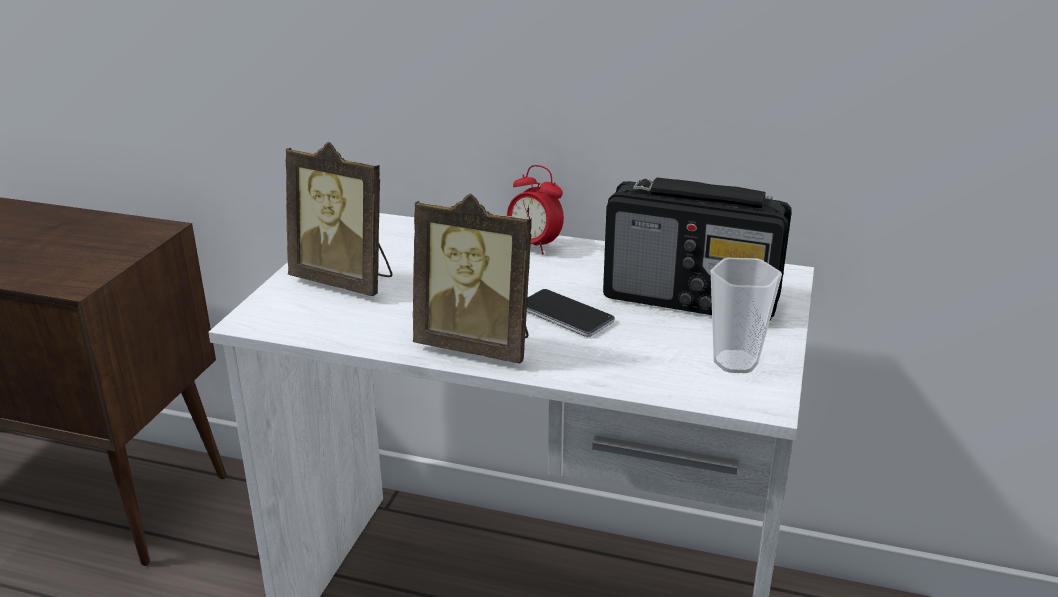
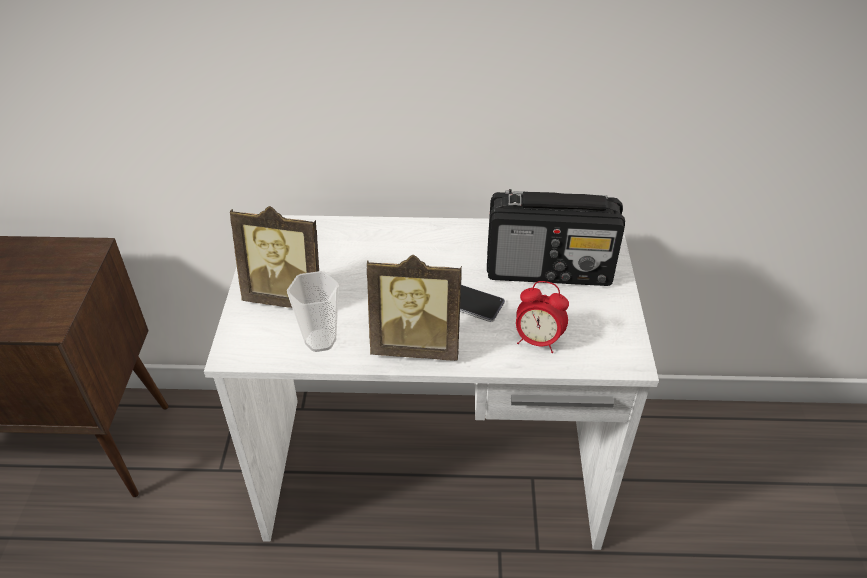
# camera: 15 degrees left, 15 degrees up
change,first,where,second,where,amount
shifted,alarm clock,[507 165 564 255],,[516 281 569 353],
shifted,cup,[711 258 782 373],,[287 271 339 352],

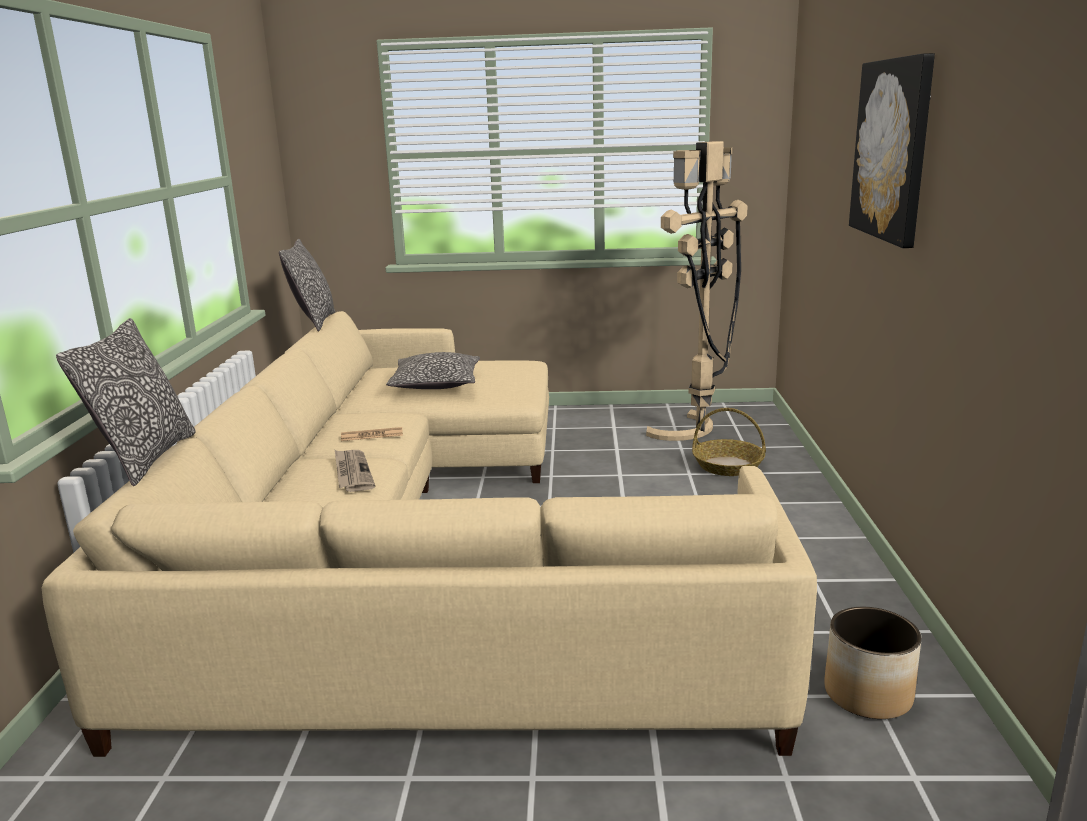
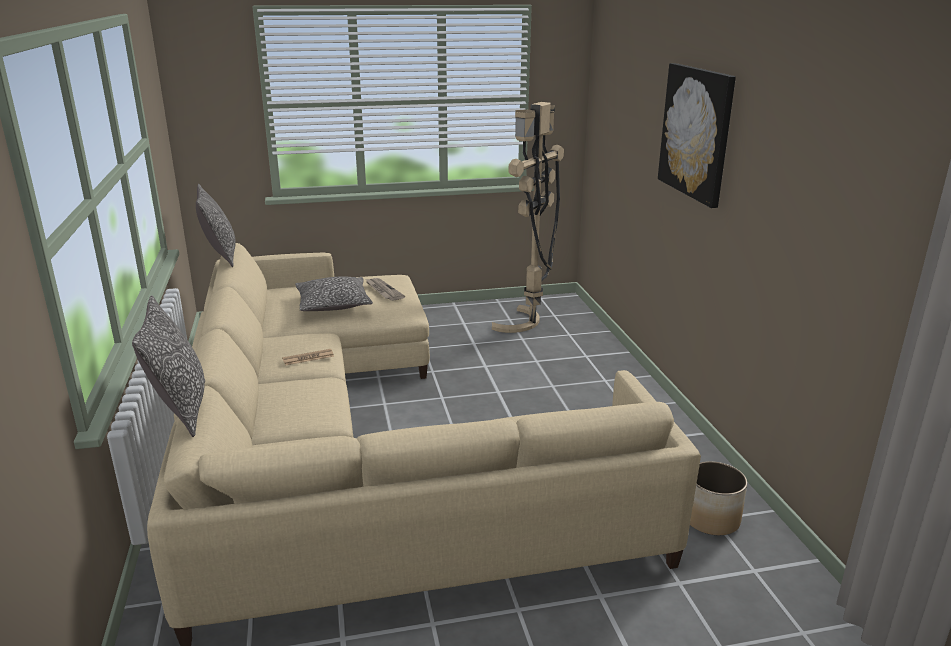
# camera: 15 degrees left, 5 degrees up
change,first,where,second,where,amount
gone,basket,[692 408 766 476],,,
shifted,newspaper,[335 450 375 492],,[365 278 405 301],

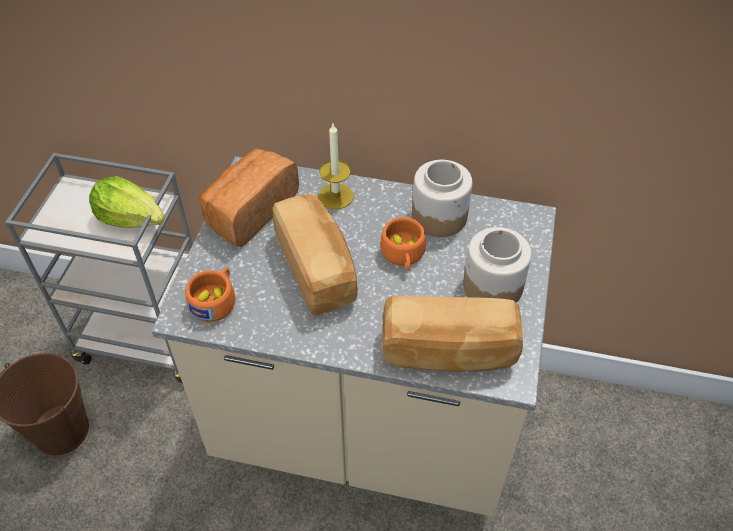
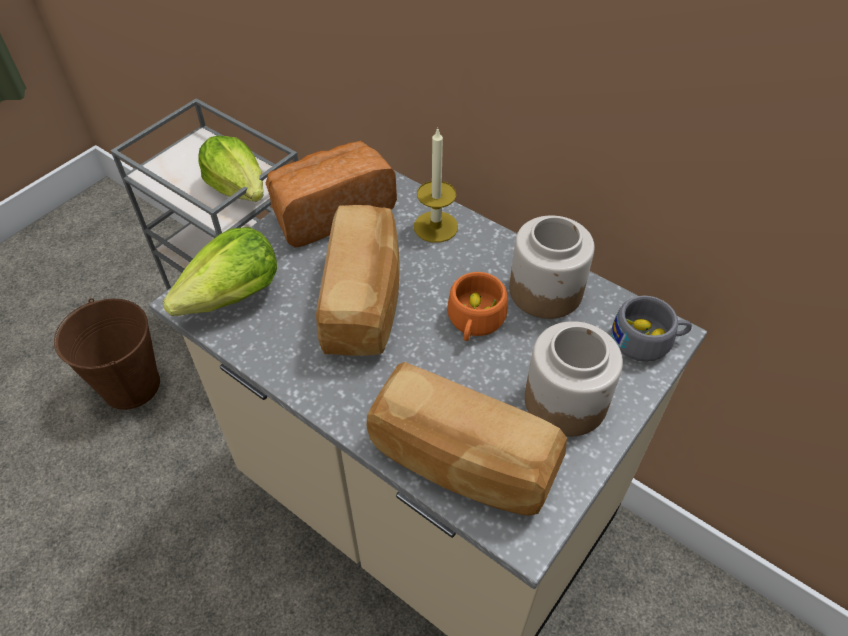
# camera: 25 degrees right, 0 degrees up
change,first,where,second,where,amount
new,,,cup in grey,[612 296 692 362],
swapped,cup in orange,[185 268 236 322],lettuce,[163 227 277 316],

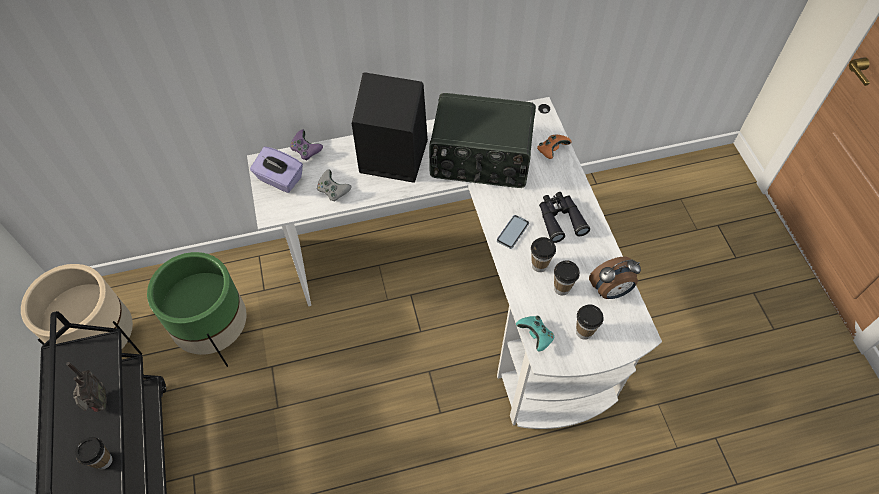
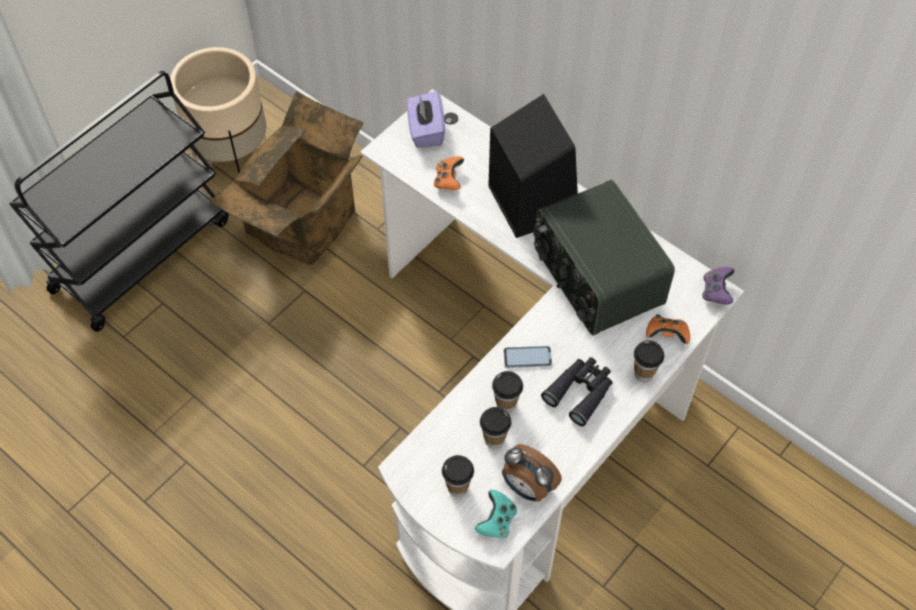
# camera: 55 degrees right, 0 degrees up
change,first,where,second,where,amount
gone,radio,[66 362 107 412],,,
shifted,cup,[75 437 113 470],,[634 340 664 382],
shifted,game controller in purple,[290 129 323 161],,[702 267 735 305],
shifted,game controller in turquoise,[516 316 555 352],,[475 489 517 538],
swapped,planter in green,[147 252 247 367],cardboard box,[209 91 364 265],
repainted,game controller in grey,[317 169 352 202],game controller in orange,[434 156 464 190],

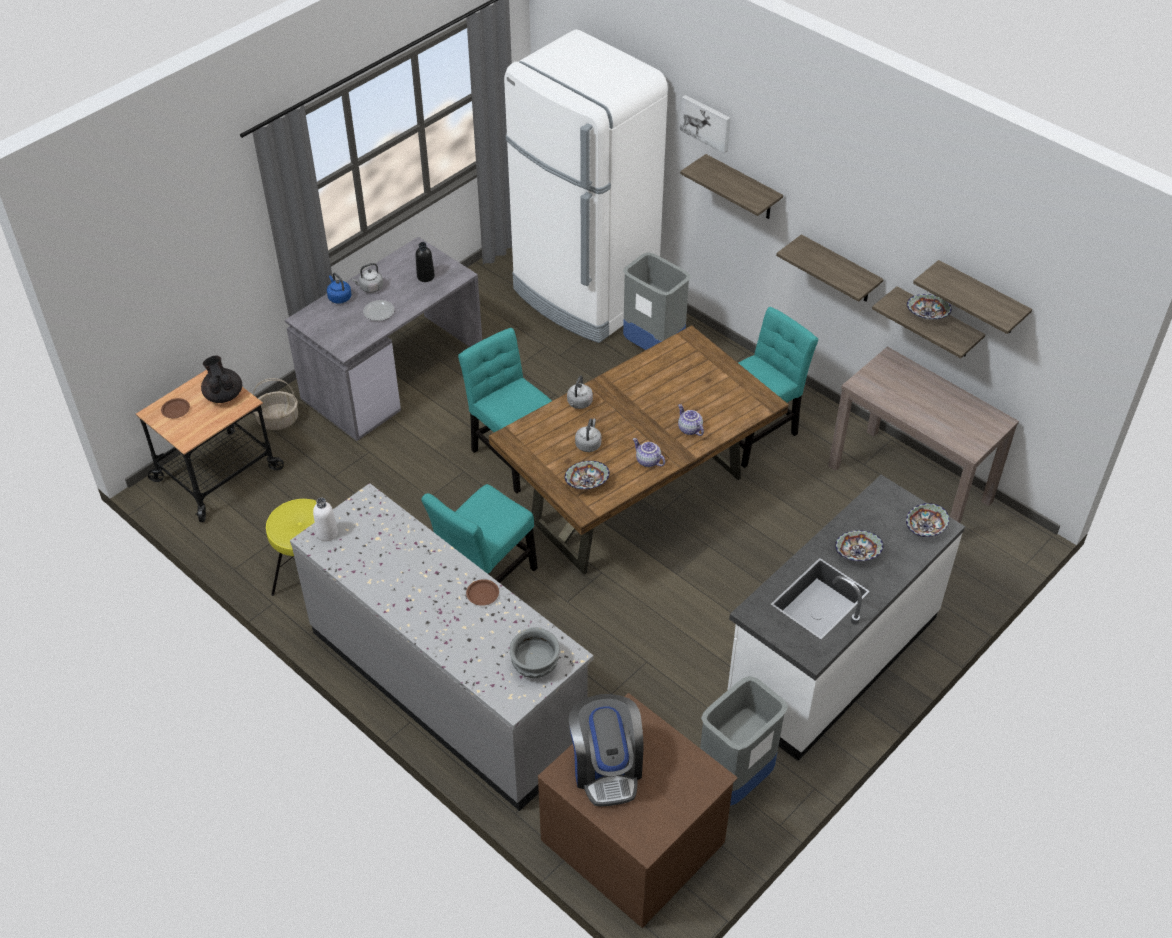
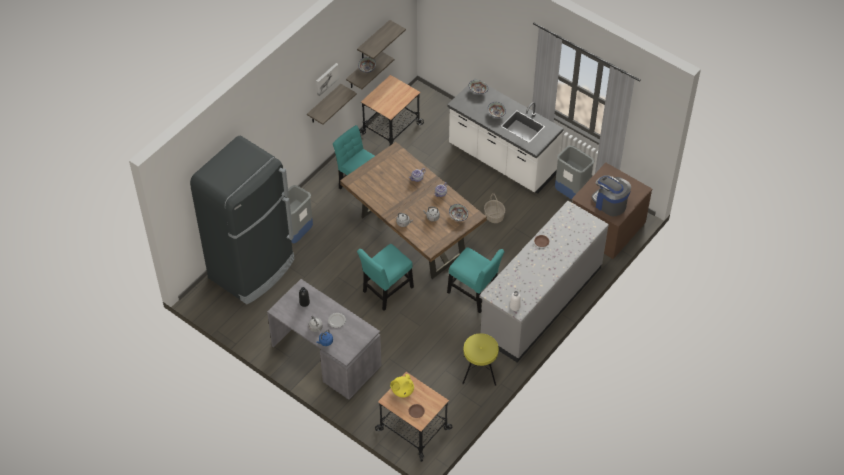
# camera: 95 degrees left, 5 degrees up
change,first,where,second,where,amount
gone,bowl in grey,[509 627 560 678],,,
gone,shelf,[680 154 783 219],,,
shifted,basket,[253 378 298 430],,[484 193 505 223],
shifted,picture,[680 95 731 154],,[316 63 339 96],
swapped,console table in brown,[828 346 1019 523],cart,[359 75 424 145],
repainted,teapot in black,[201 356 242 403],teapot in yellow,[390 374 414 398],
repainted,fridge in white,[504 29 668 343],fridge in black,[190 136 295 304],
rotated,coffee machine,[569 694 644 806],,[591 175 631 217],120 degrees counterclockwise

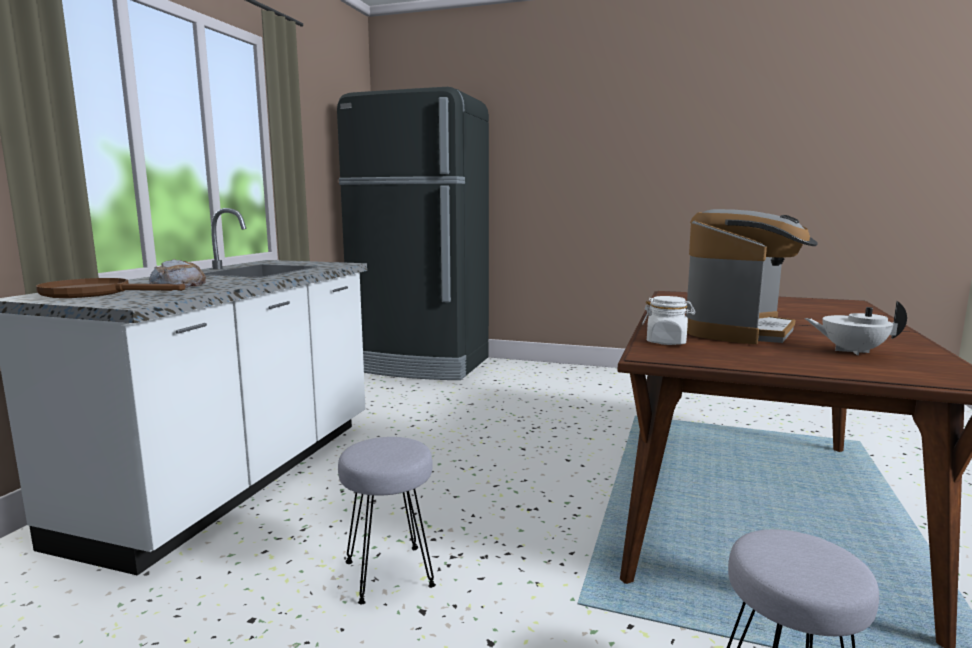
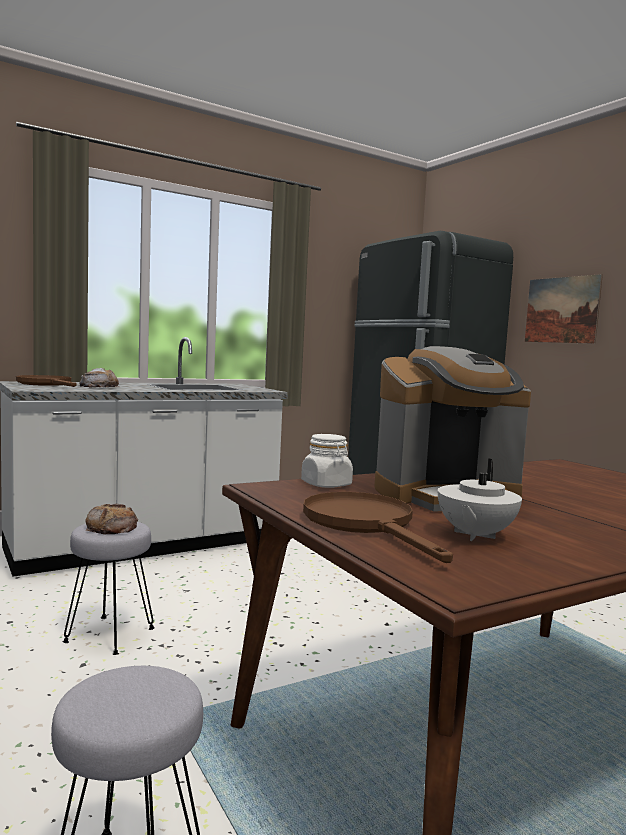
# camera: 40 degrees right, 5 degrees down
change,first,where,second,where,amount
new,,,bread,[85 503 138 534],
new,,,frying pan in brown,[303 492 453 563],
new,,,picture,[525 274 603 344],
rotated,teapot in white,[805 301 907 355],,[438 459 522 541],120 degrees counterclockwise

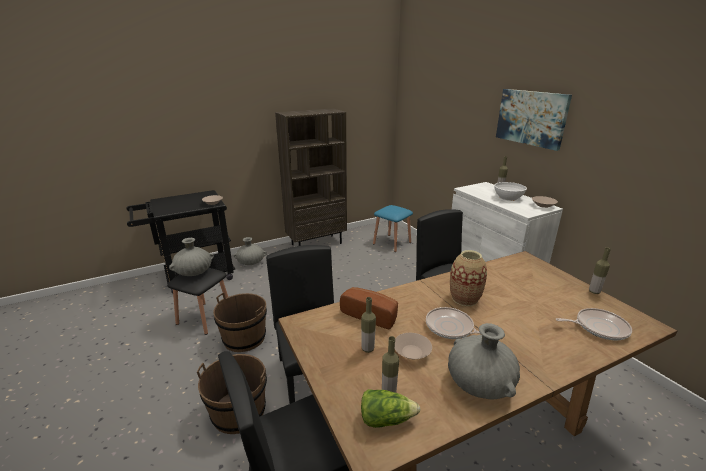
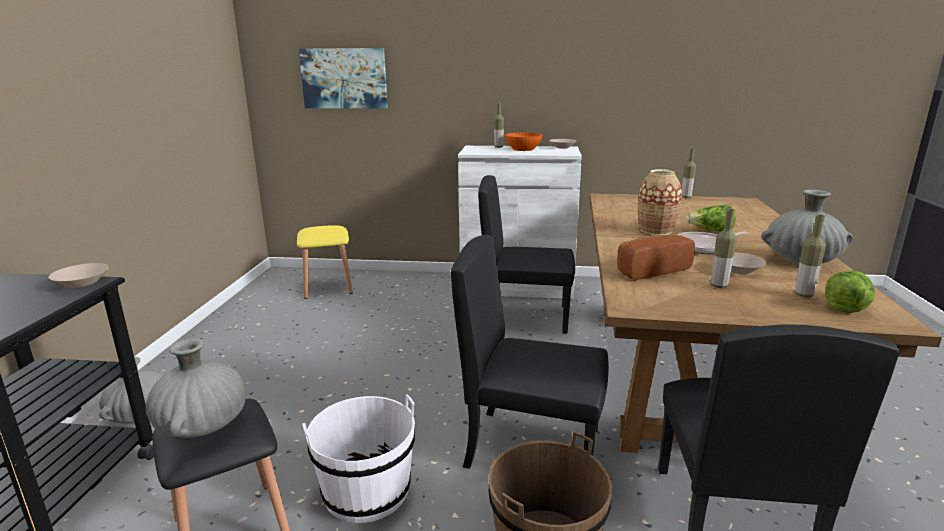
# camera: 55 degrees left, 5 degrees down
change,first,where,second,where,amount
gone,bookcase in brown,[275 109 347 246],,,
gone,frying pan,[556 308 632 340],,,
new,,,lettuce,[686 205 736 231],
shifted,picture,[496 89 572 151],,[299 48 388 108],
repainted,bucket in brown,[213 292 267 352],bucket in white,[303 394 415 523],
repainted,stool in blue,[373 205 413 252],stool in yellow,[297 225 353 299],
repainted,bowl in white,[494 182 527 201],bowl in orange,[505 132 542 151],

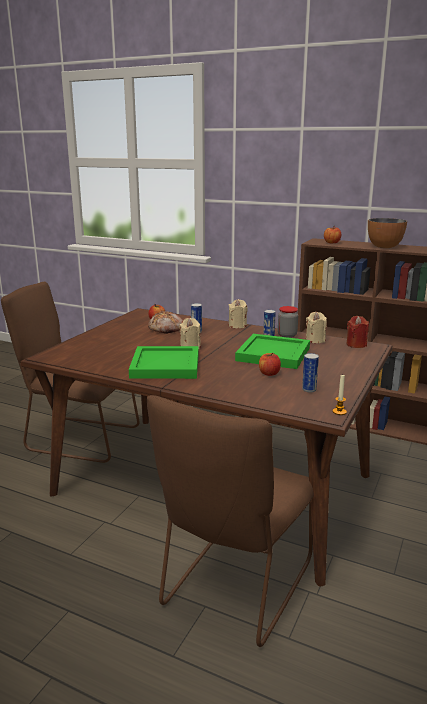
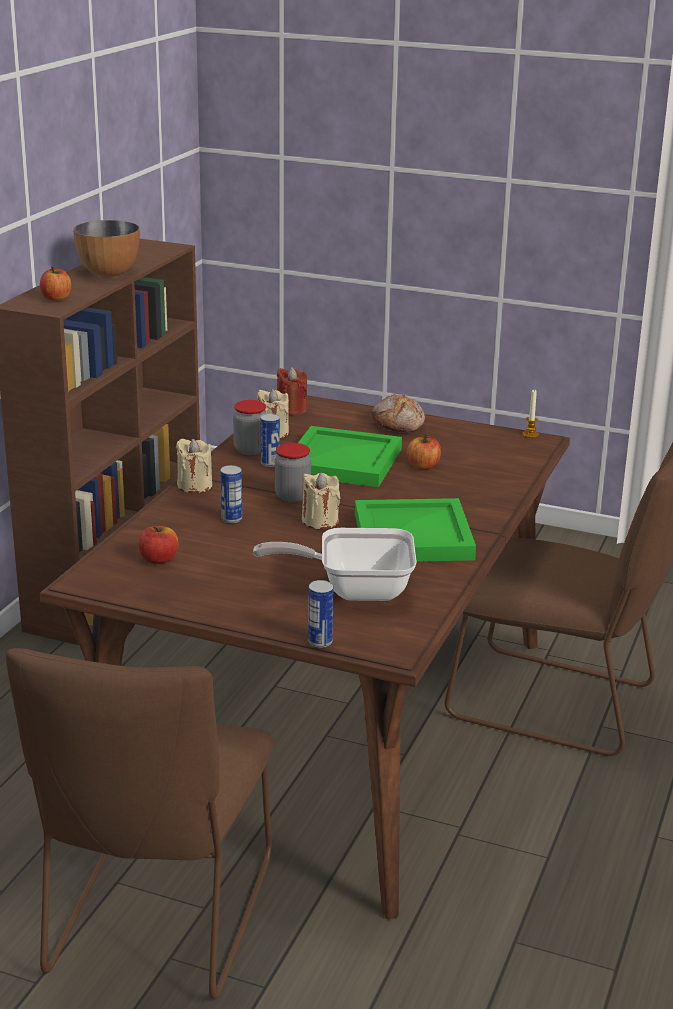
# camera: 95 degrees left, 5 degrees up
change,first,where,second,where,amount
new,,,frying pan,[253 528 417 601],
new,,,jar,[275 443 311 502],
shifted,bread,[148 311 183 334],,[372 395 425 432],
shifted,can,[302 353 319 393],,[308 580 334 648],

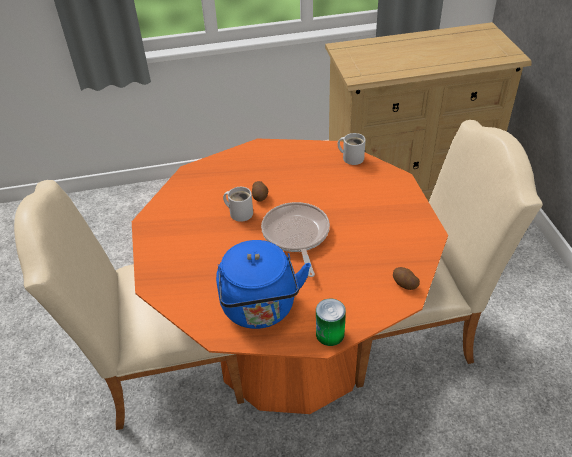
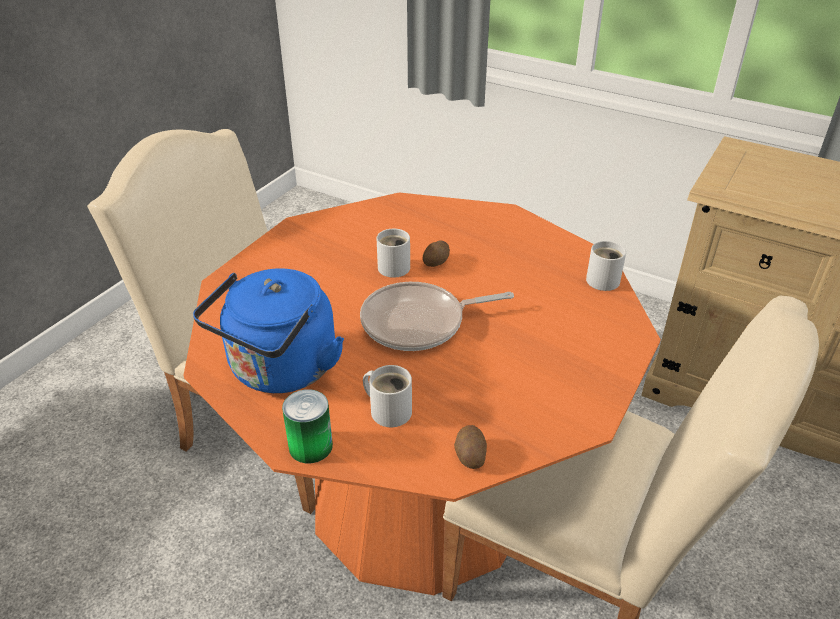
# camera: 40 degrees right, 5 degrees down
change,first,where,second,where,amount
new,,,mug in white,[363 365 412 427],
rotated,frying pan,[261 202 330 277],,[360 282 514 351],135 degrees counterclockwise

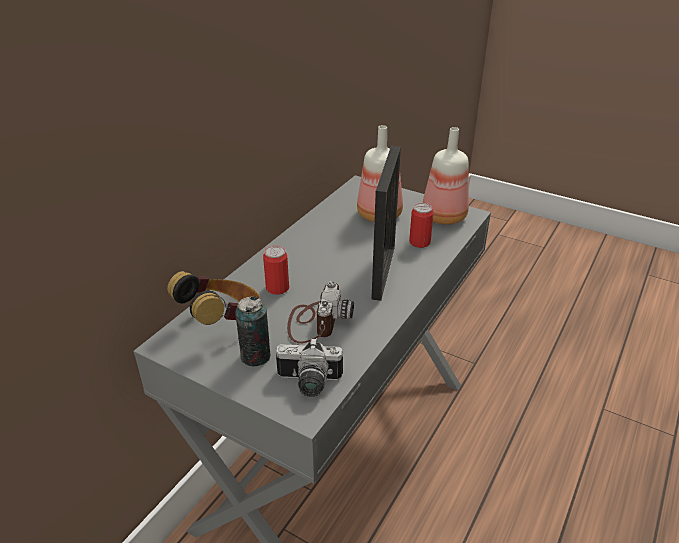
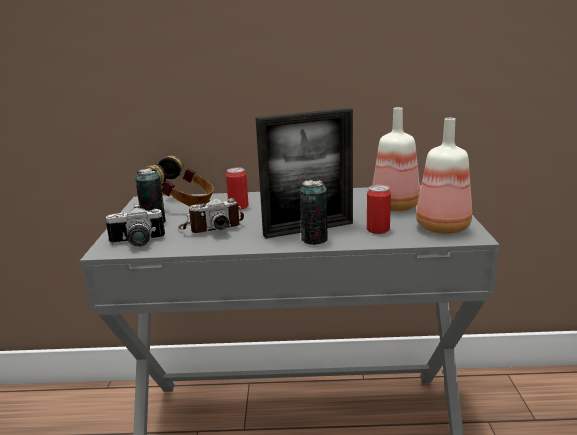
# camera: 60 degrees right, 15 degrees down
change,first,where,second,where,amount
new,,,can,[300 179 328 245],
rotated,photo camera,[276 338 343 397],,[106 203 165 247],75 degrees counterclockwise

